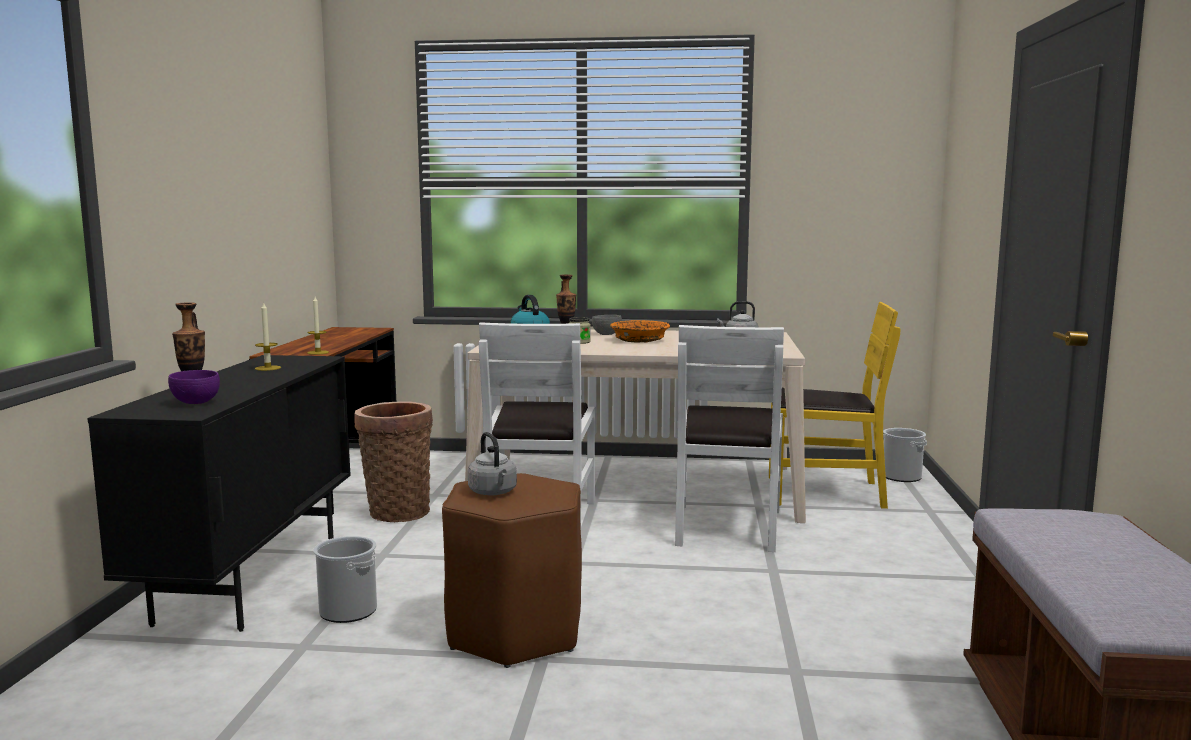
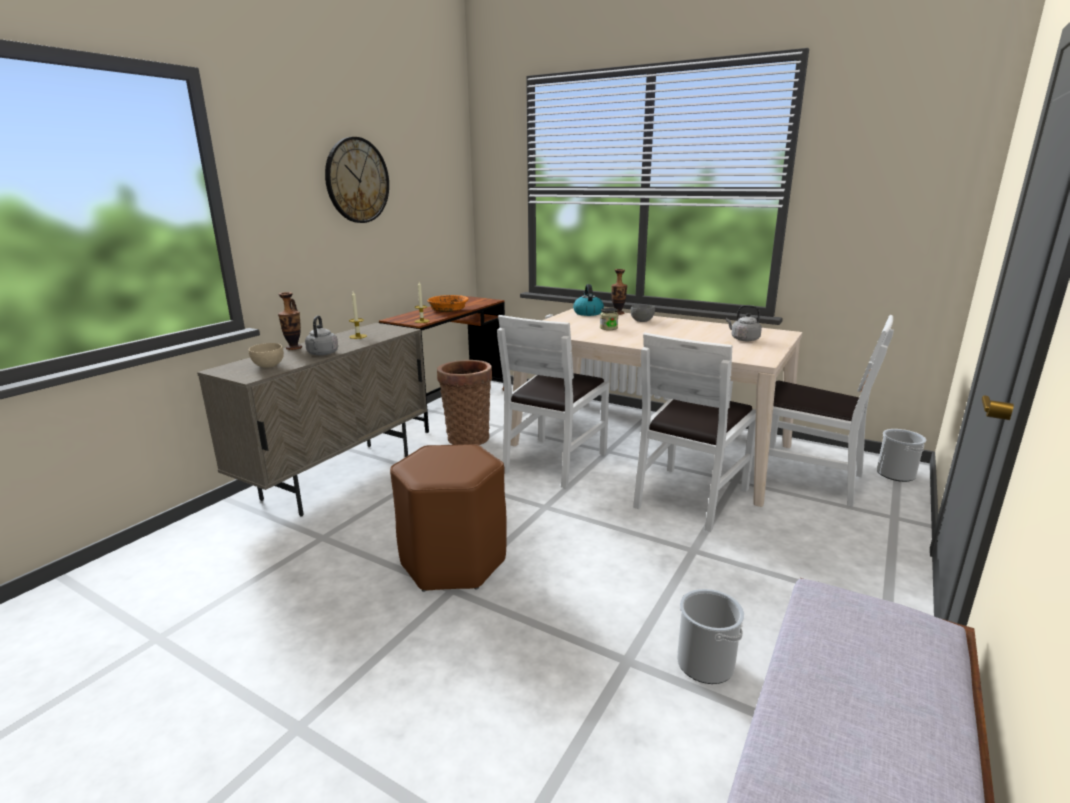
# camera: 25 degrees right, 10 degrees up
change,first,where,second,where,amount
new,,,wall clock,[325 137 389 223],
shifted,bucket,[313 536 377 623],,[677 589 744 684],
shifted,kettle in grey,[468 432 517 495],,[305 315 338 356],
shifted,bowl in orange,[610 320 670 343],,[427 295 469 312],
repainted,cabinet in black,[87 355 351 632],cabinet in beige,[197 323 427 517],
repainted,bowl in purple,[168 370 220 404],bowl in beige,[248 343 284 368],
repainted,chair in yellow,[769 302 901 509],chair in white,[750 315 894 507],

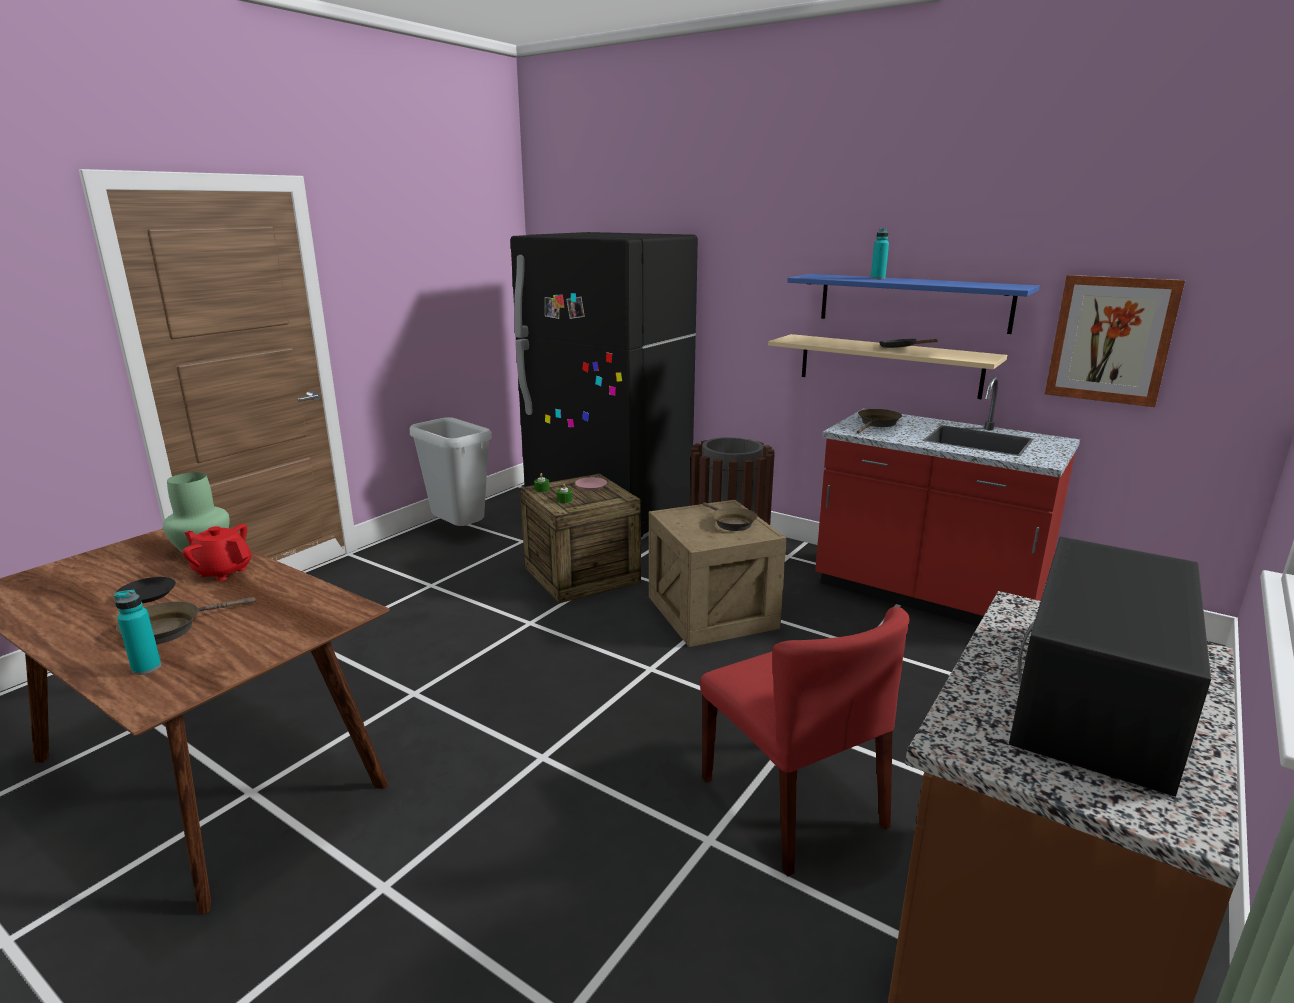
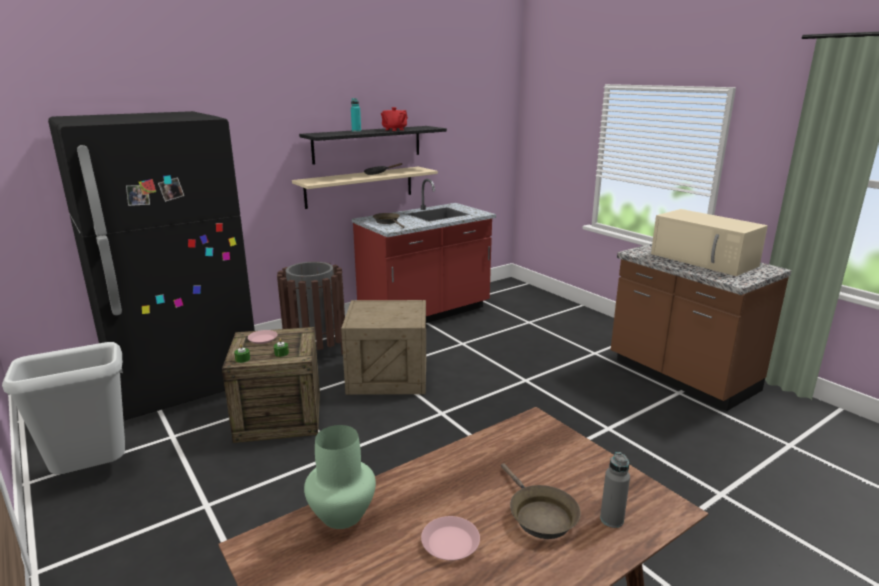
# camera: 70 degrees left, 0 degrees up
change,first,where,second,where,amount
gone,chair in red,[700 607 909 876],,,
gone,frying pan in brown,[703 502 757 531],,,
gone,picture,[1045 275 1185 407],,,
shifted,teapot in red,[182 524 251 581],,[381 107 408 131],
repainted,bottle in turquoise,[114 590 161 675],bottle in grey,[600 452 630 528],
repainted,plate in black,[116 577 175 603],plate in pink,[421 516 480 560],
repainted,shelf in blue,[787 274 1040 334],shelf in black,[299 126 447 165],
repainted,microwave in black,[1009 537 1211 797],microwave in beige,[651 209 768 276],

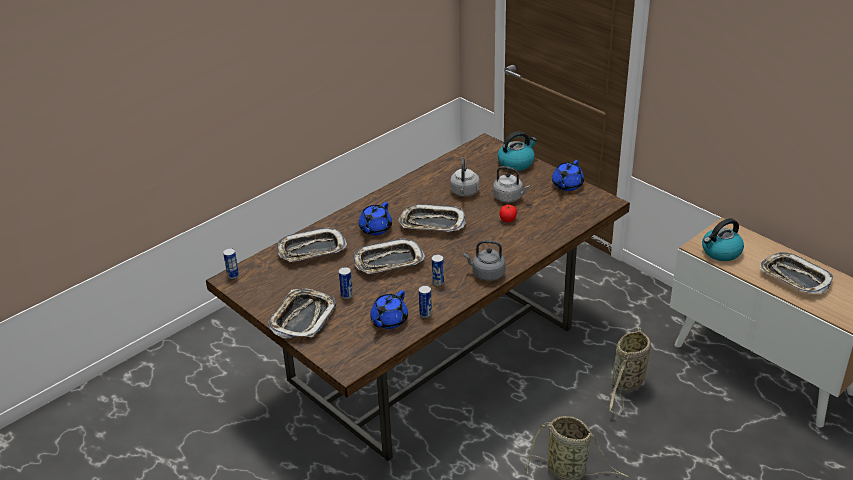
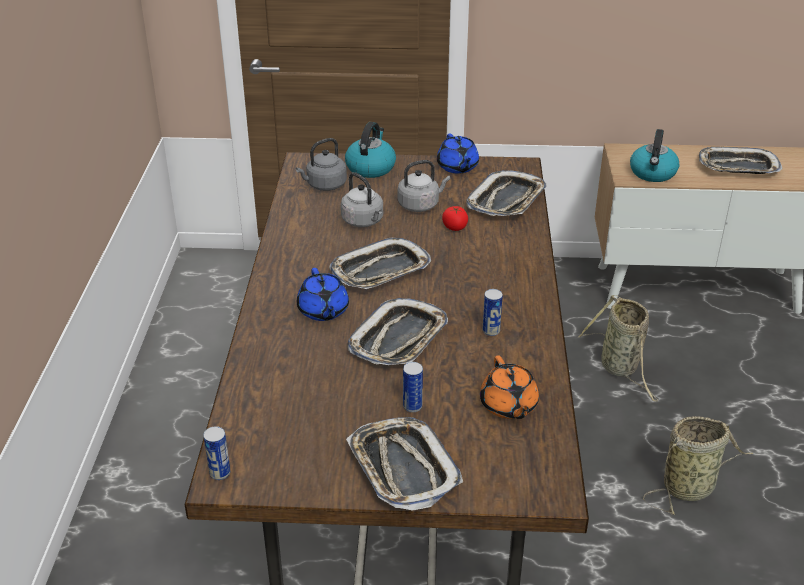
# camera: 45 degrees left, 0 degrees up
change,first,where,second,where,amount
gone,can,[419 285 432 318],,,
shifted,tray,[277 227 347 262],,[466 170 547 216],
shifted,kettle in grey,[464 240 505 281],,[296 138 347 191],
repainted,teapot in blue,[370 290 408 329],teapot in orange,[480 356 539 419],

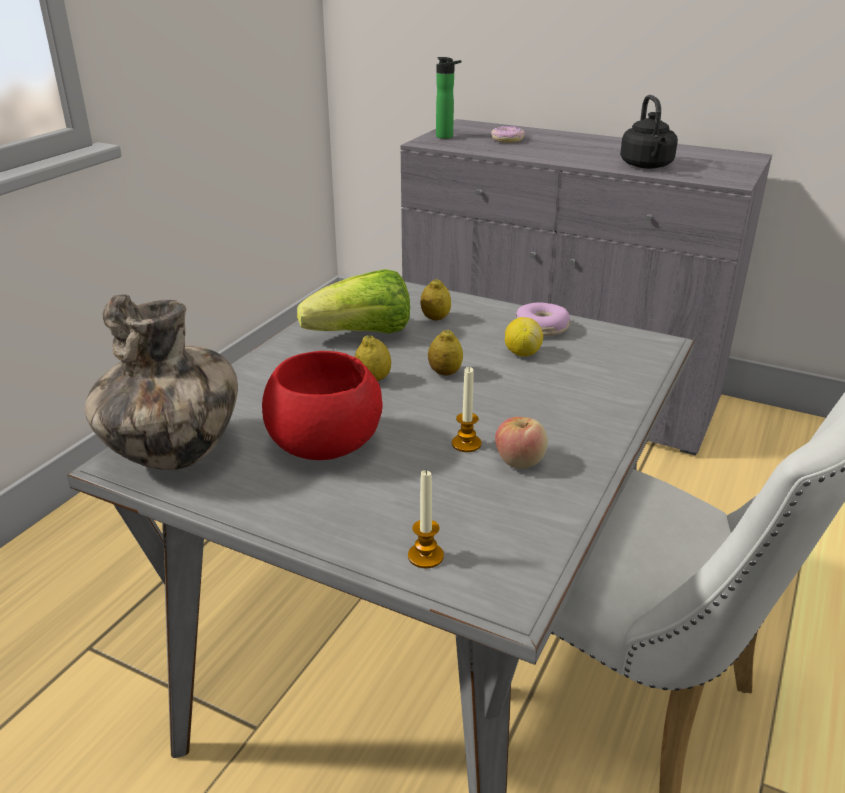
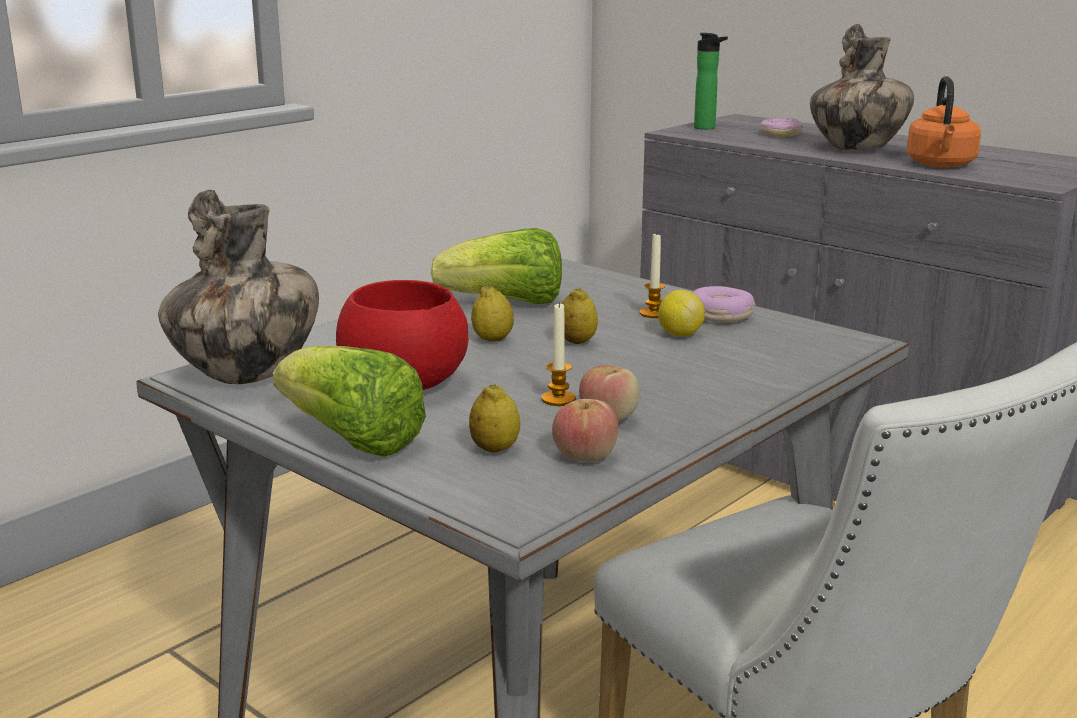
# camera: 15 degrees right, 10 degrees down
change,first,where,second,where,amount
new,,,lettuce,[273 346 426 457],
new,,,apple,[552 399 618 462],
new,,,vase,[810 24 914 150],
shifted,candle,[408 469 444 568],,[640 233 665 318],
shifted,lemon,[421 279 451 321],,[469 384 520 453],
repainted,kettle in black,[620 95 678 169],kettle in orange,[907 76 981 168],

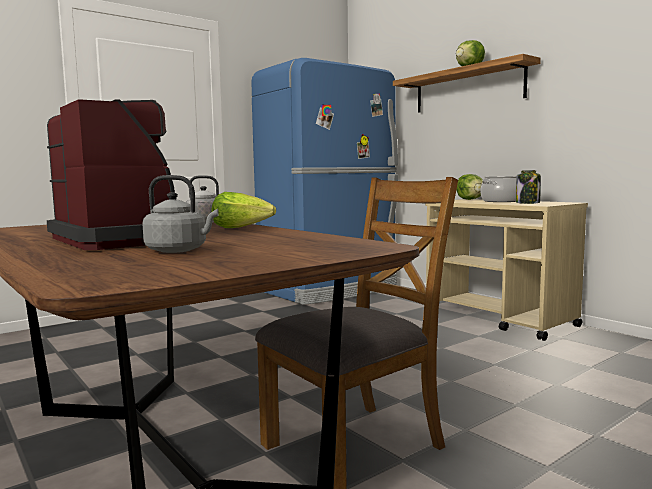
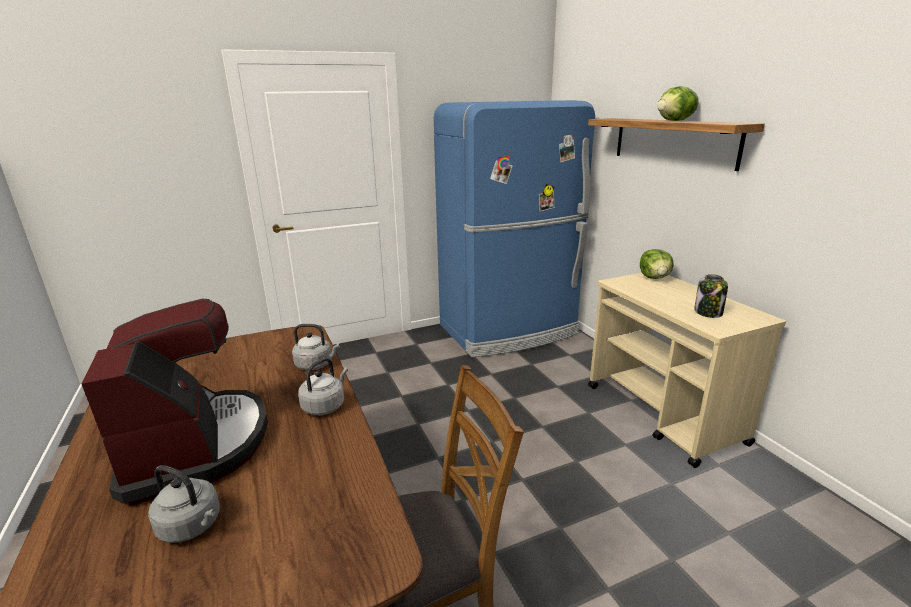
# camera: 15 degrees right, 15 degrees up
change,first,where,second,where,amount
gone,cooking pot,[480 176 517 202],,,
swapped,lettuce,[211 192 276 228],kettle in grey,[298 358 348 415],

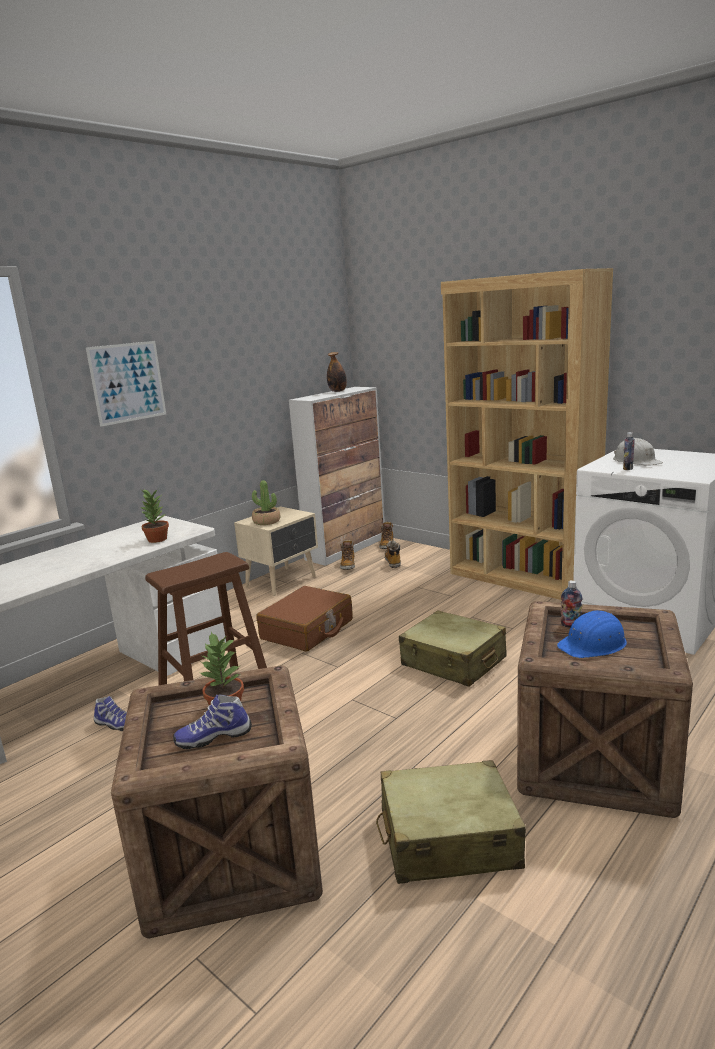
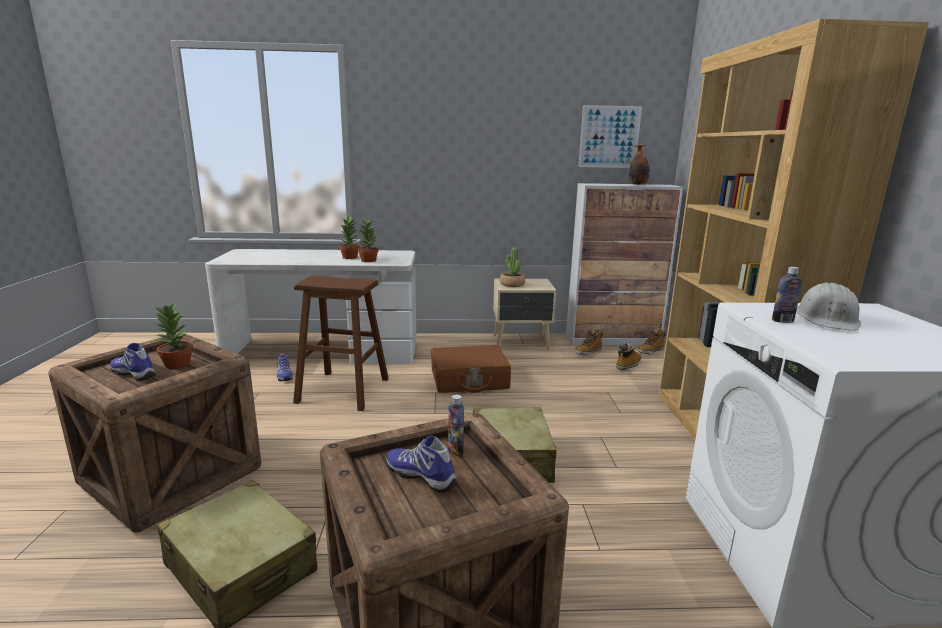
# camera: 45 degrees right, 0 degrees up
change,first,where,second,where,amount
new,,,potted plant,[339 215 360 259],
shifted,picture,[86 341 166 427],,[578 105 642 168],
swapped,hard hat in blue,[557 610 627 658],shoe,[386 436 457 493],

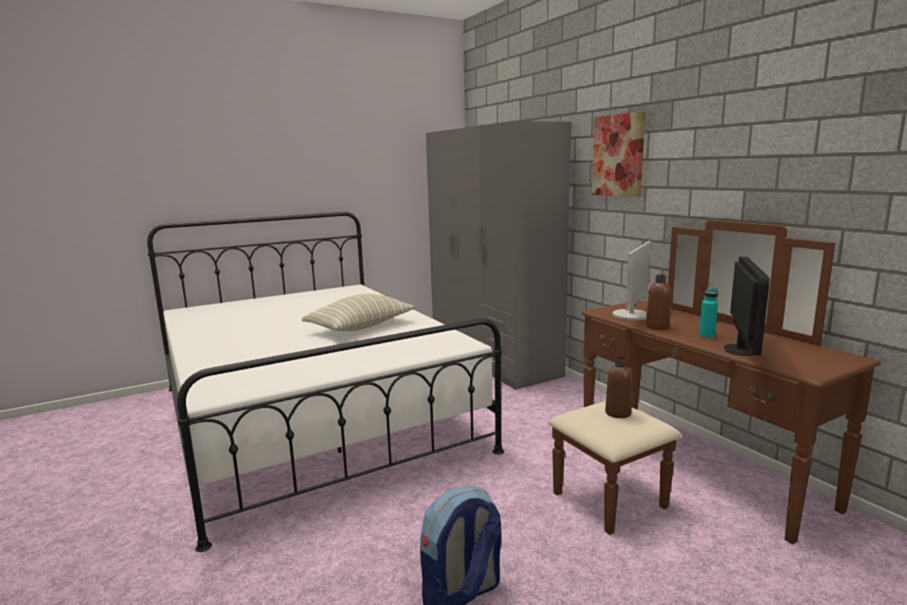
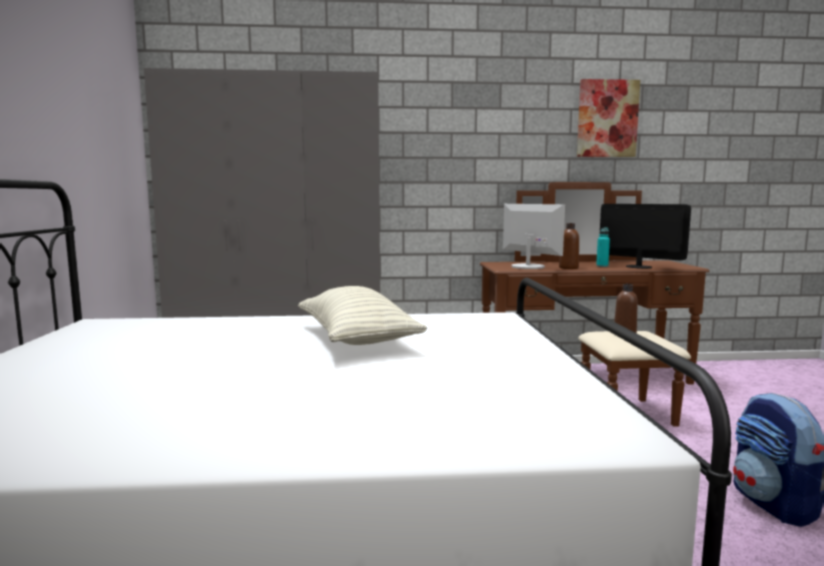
# camera: 65 degrees left, 5 degrees down
change,first,where,second,where,amount
shifted,picture,[592 111 645 197],,[577 79 640 157],

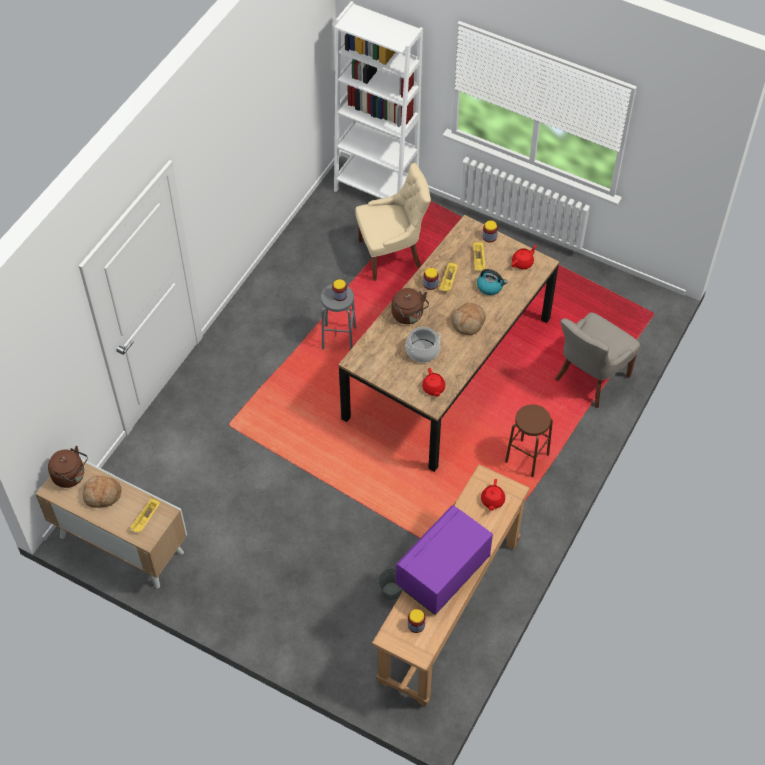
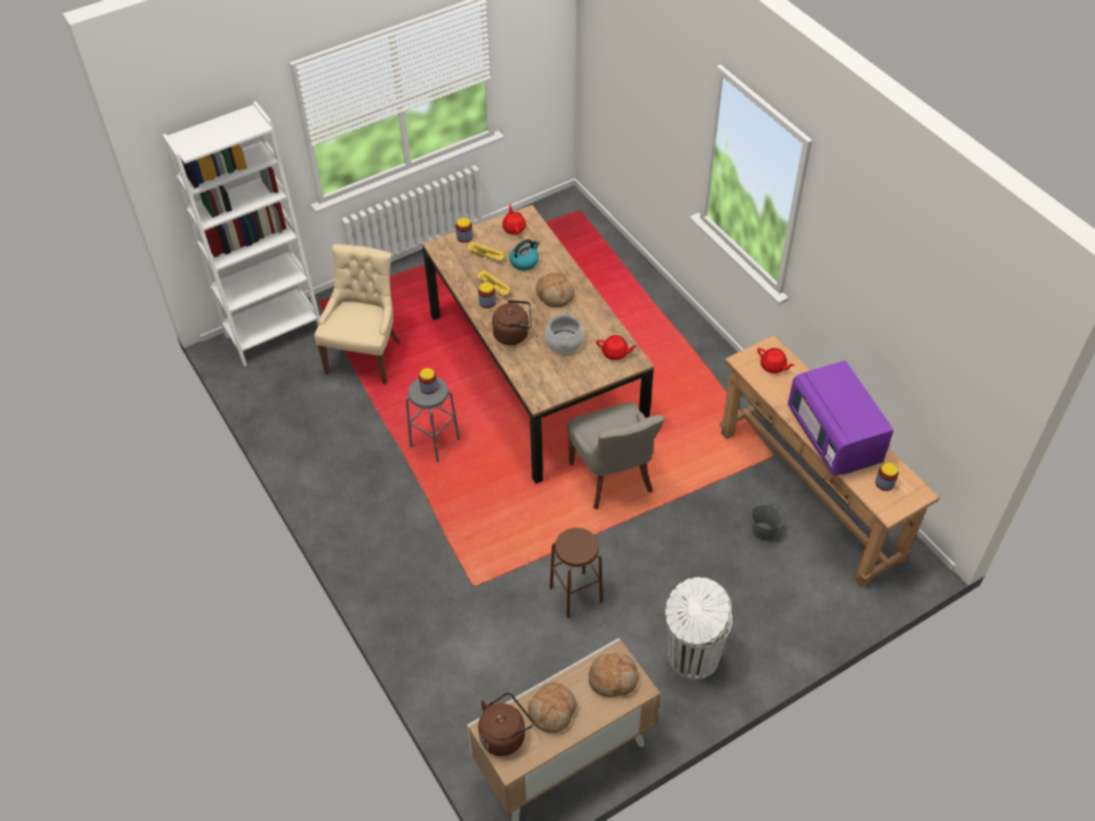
# camera: 60 degrees left, 5 degrees down
change,first,where,second,where,amount
new,,,trash can in white,[665 577 733 680],
shifted,stool in brown,[505 404 553 477],,[550 528 603 618],
shifted,chair in grey,[555 312 640 408],,[567 402 665 509],
swapped,tray in yellow,[129 498 160 533],bread,[589 653 638 697],

